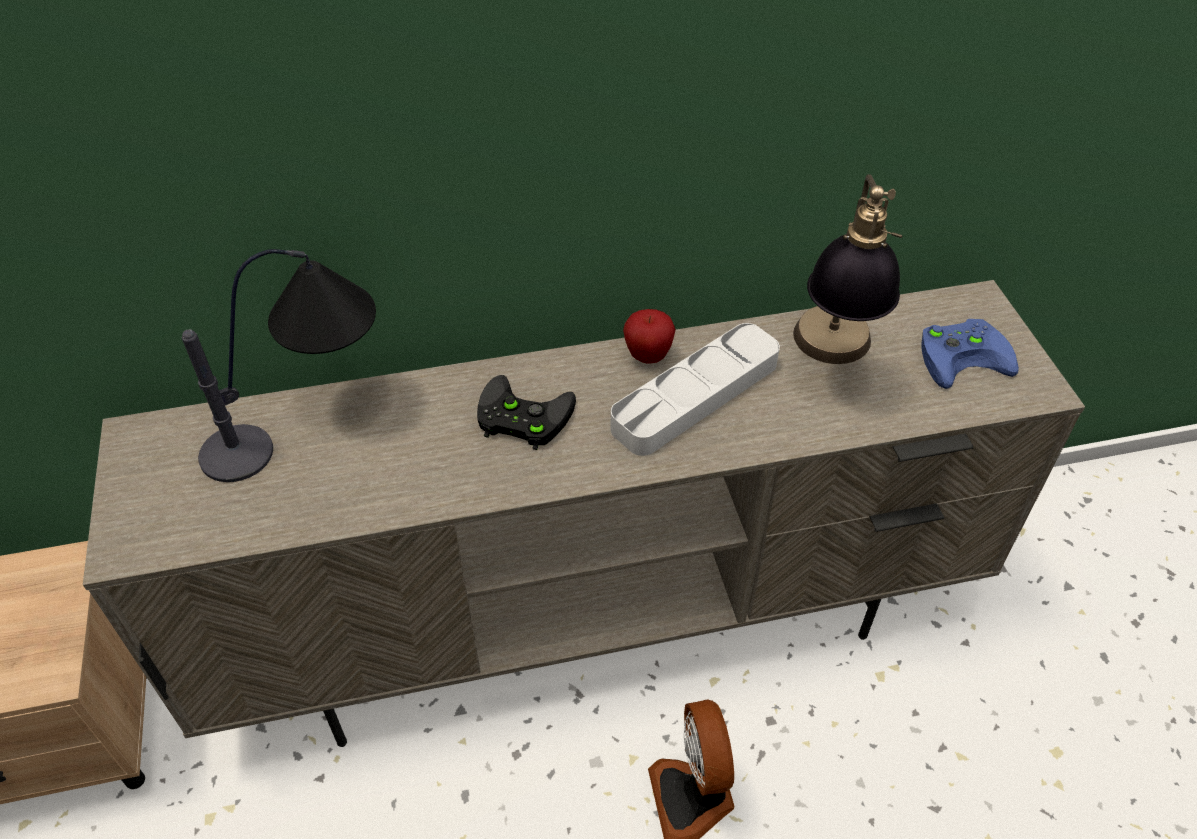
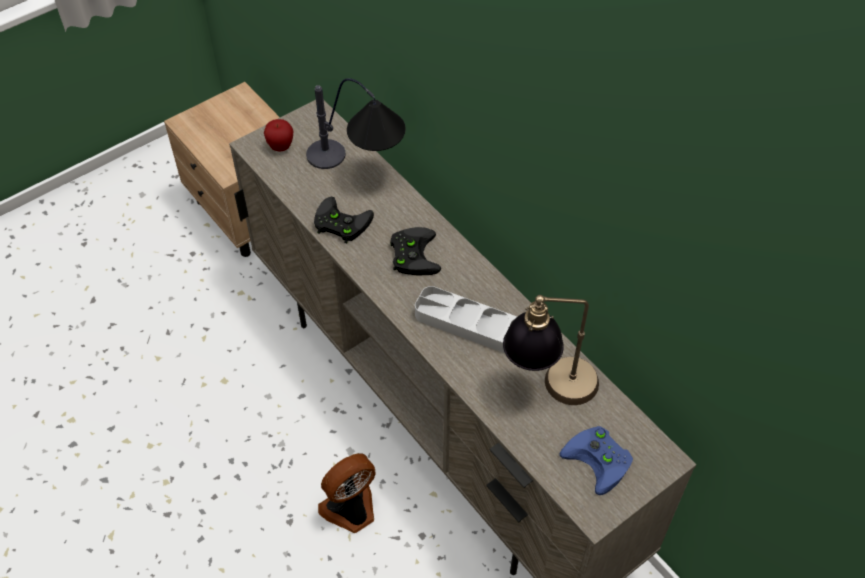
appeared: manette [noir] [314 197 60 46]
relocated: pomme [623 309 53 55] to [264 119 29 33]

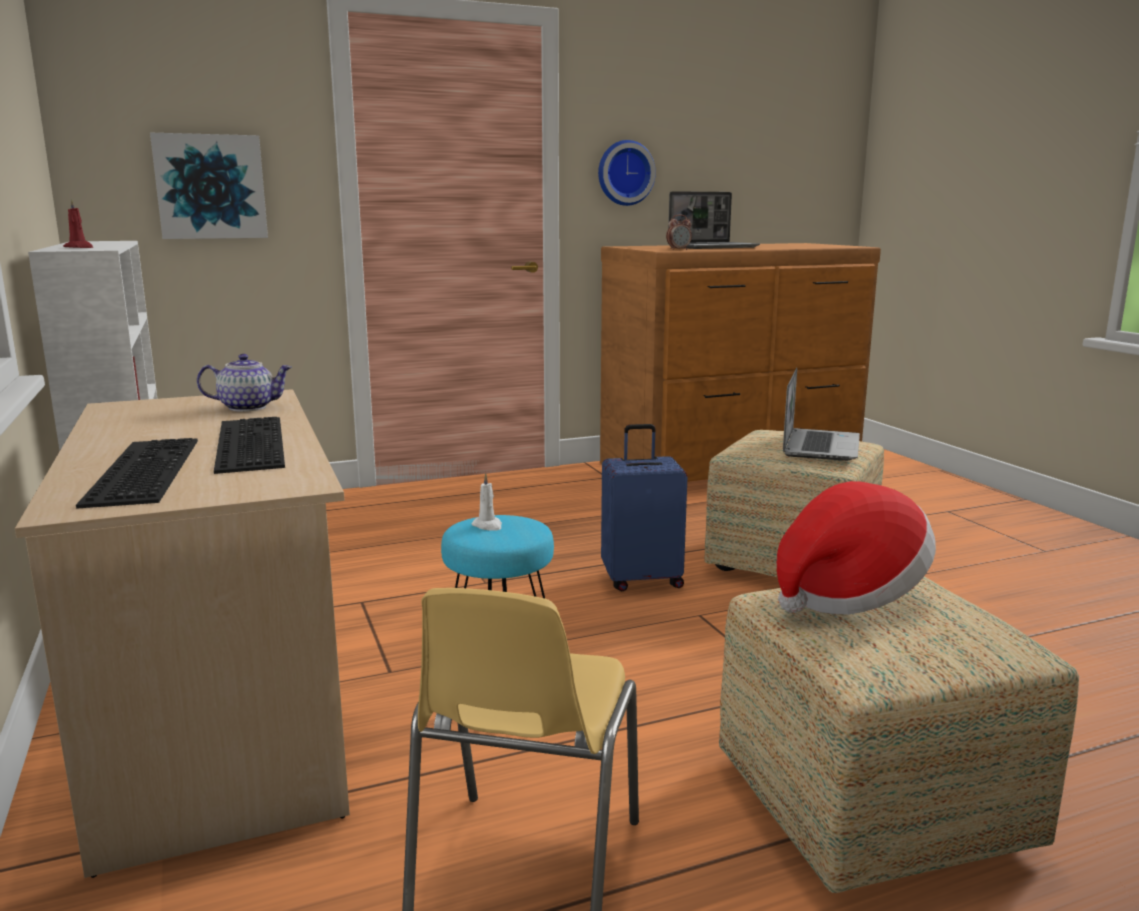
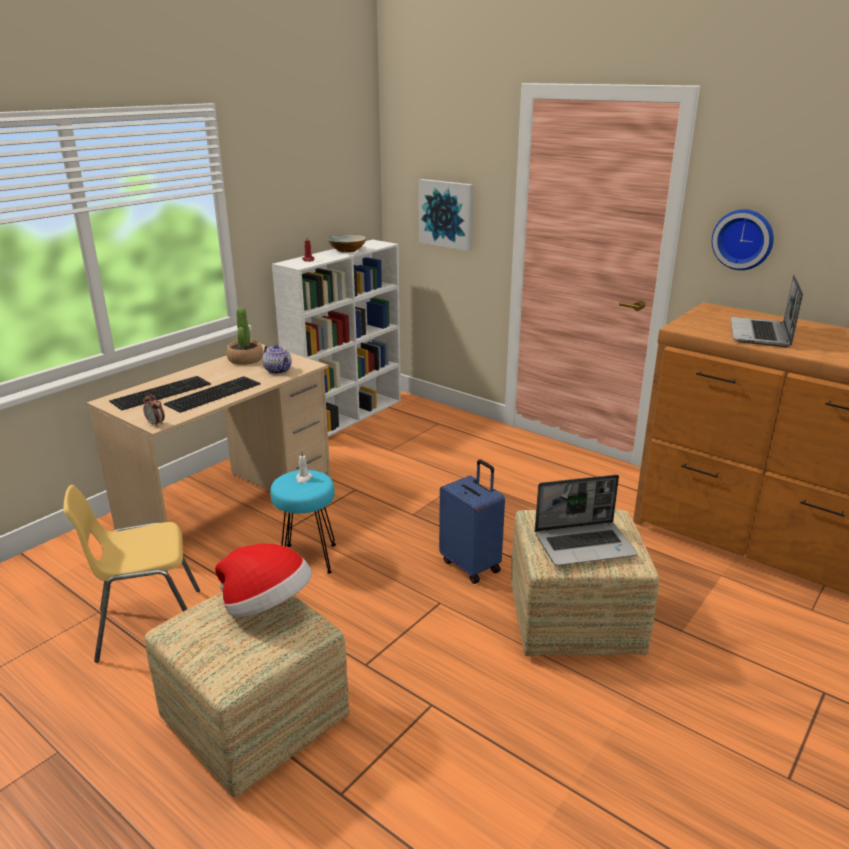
appeared: plante en pot [226 307 37 58]; bol [327 234 40 19]
relocated: réveil [666 215 26 35] to [143 394 22 33]
spun: ordinateur portable [668 191 92 58] = [731 275 72 72] 75 degrees clockwise

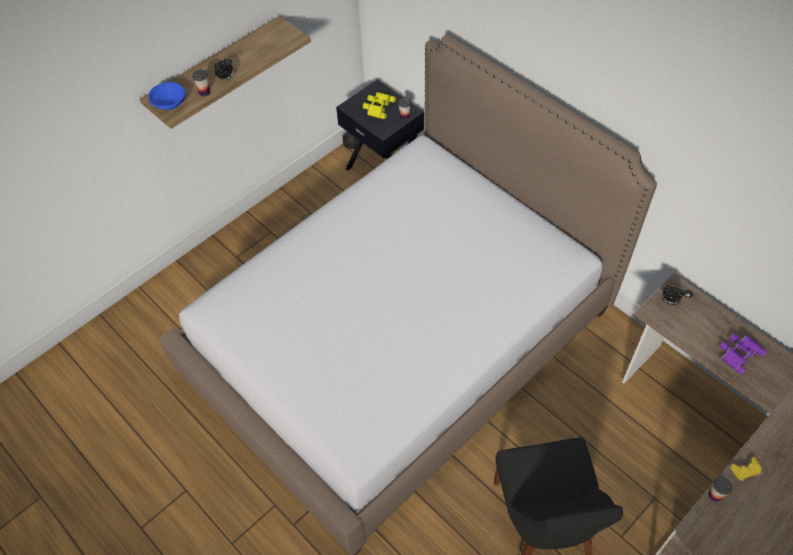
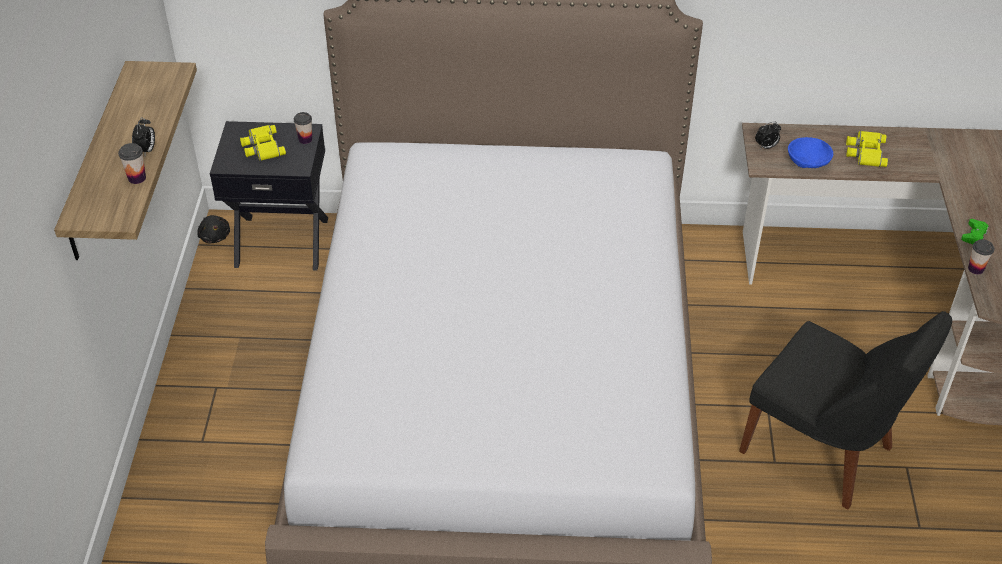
relocated: bol [bleu] [148 82 38 28] to [788 137 45 31]
colour: jumelles [violet] [719 333 48 42] to jumelles [jaune] [846 131 42 36]; manette [jaune] [730 457 31 25] to manette [vert] [961 219 28 25]

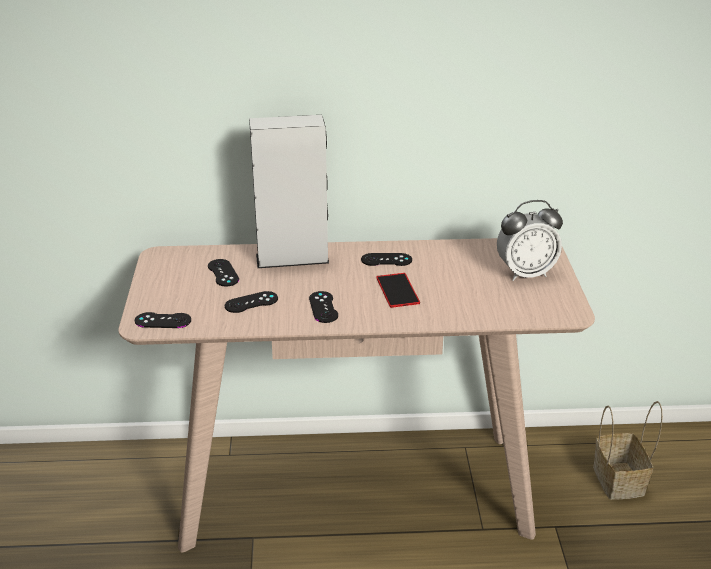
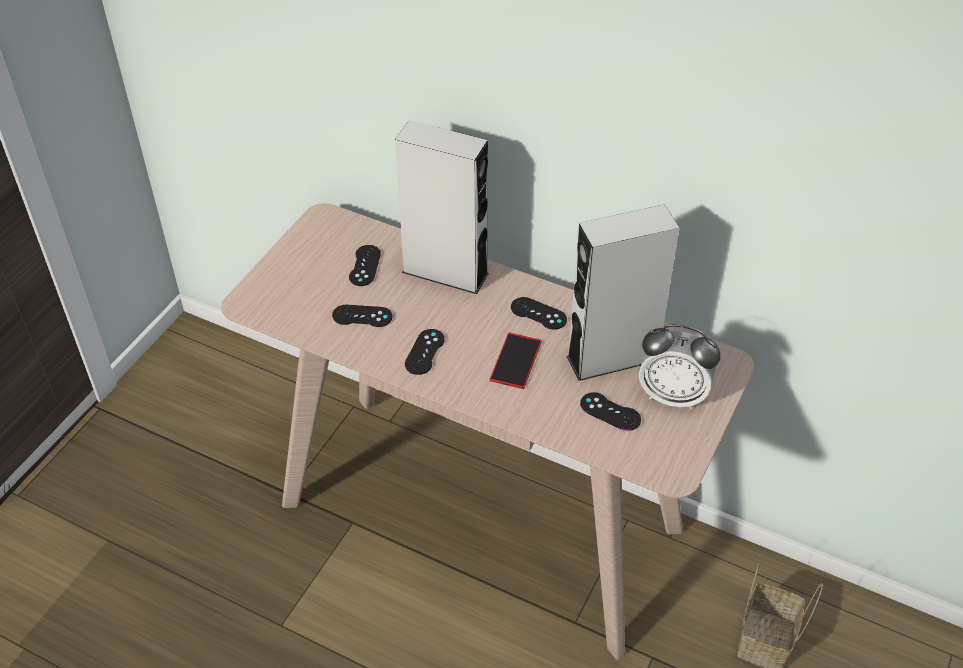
appeared: enceinte [gris] [567 204 113 177]
relocated: manette [noir] [135 312 56 16] to [580 392 61 39]

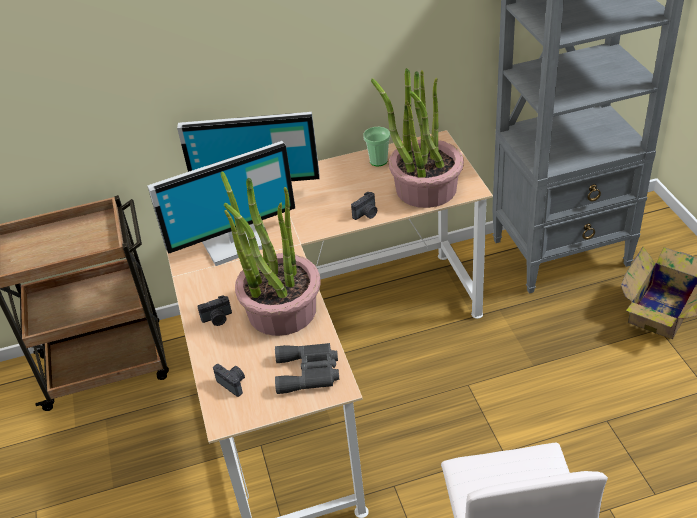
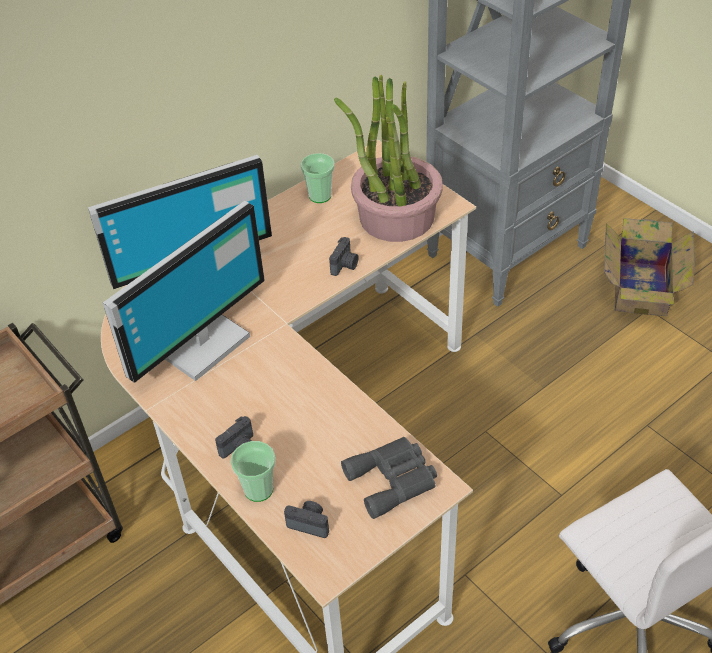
missing: plante en pot [220 171 101 165]
appeared: tasse [231 441 45 61]

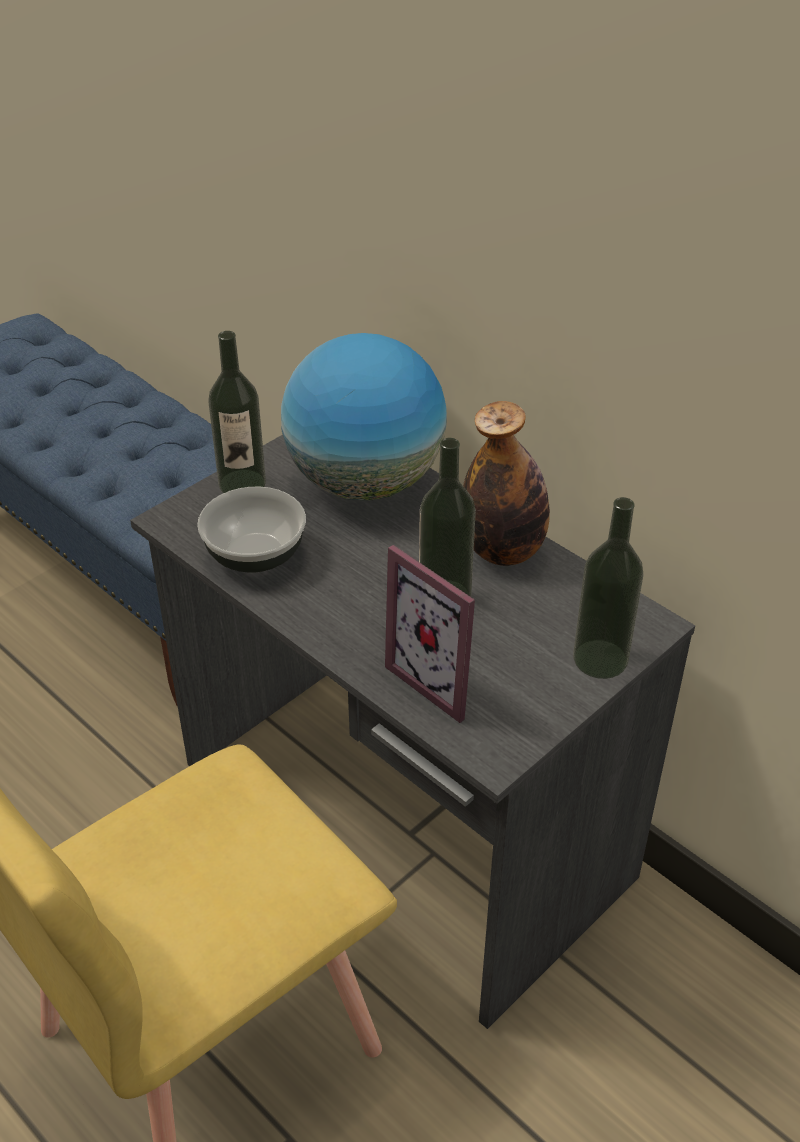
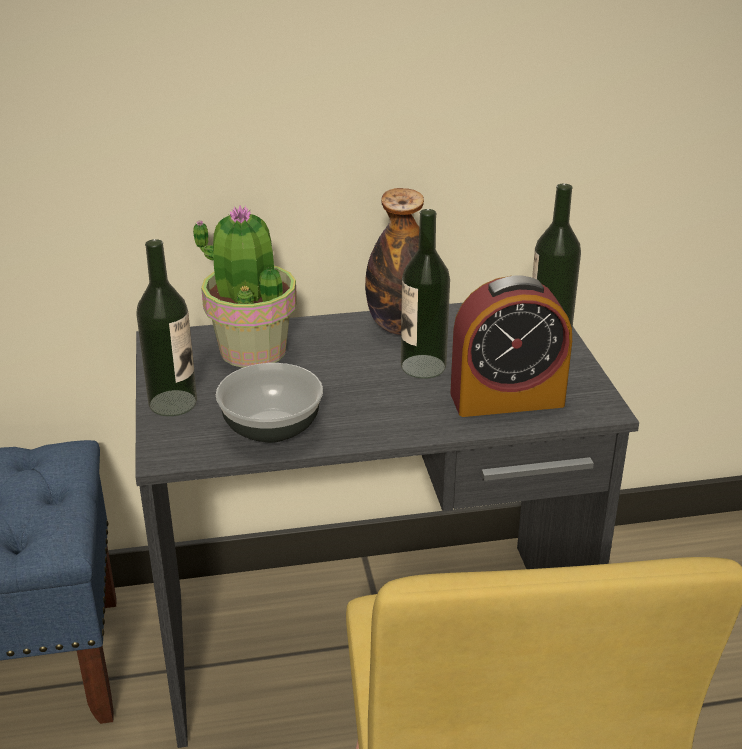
exchanged: globe [281 333 166 168] to plante en pot [193 205 104 163]; cadre photo [385 545 90 178] to réveil [450 275 122 142]

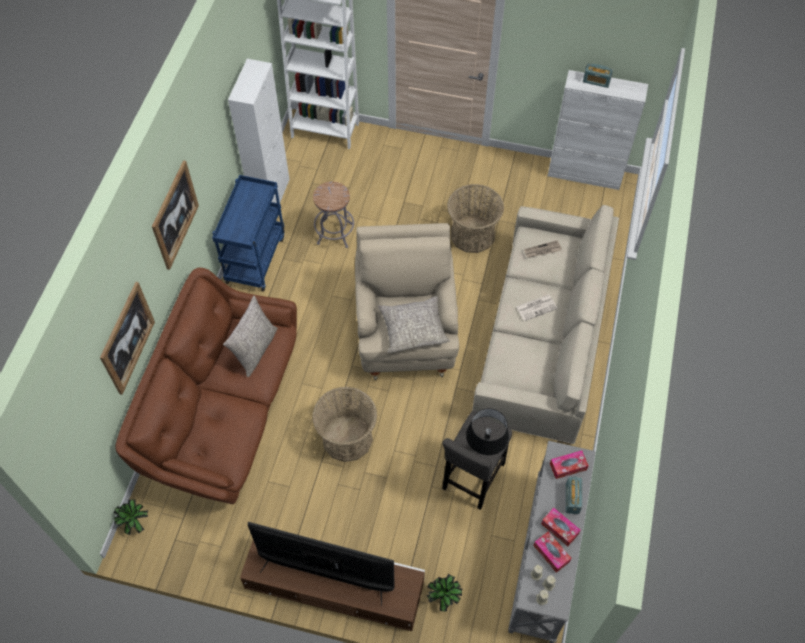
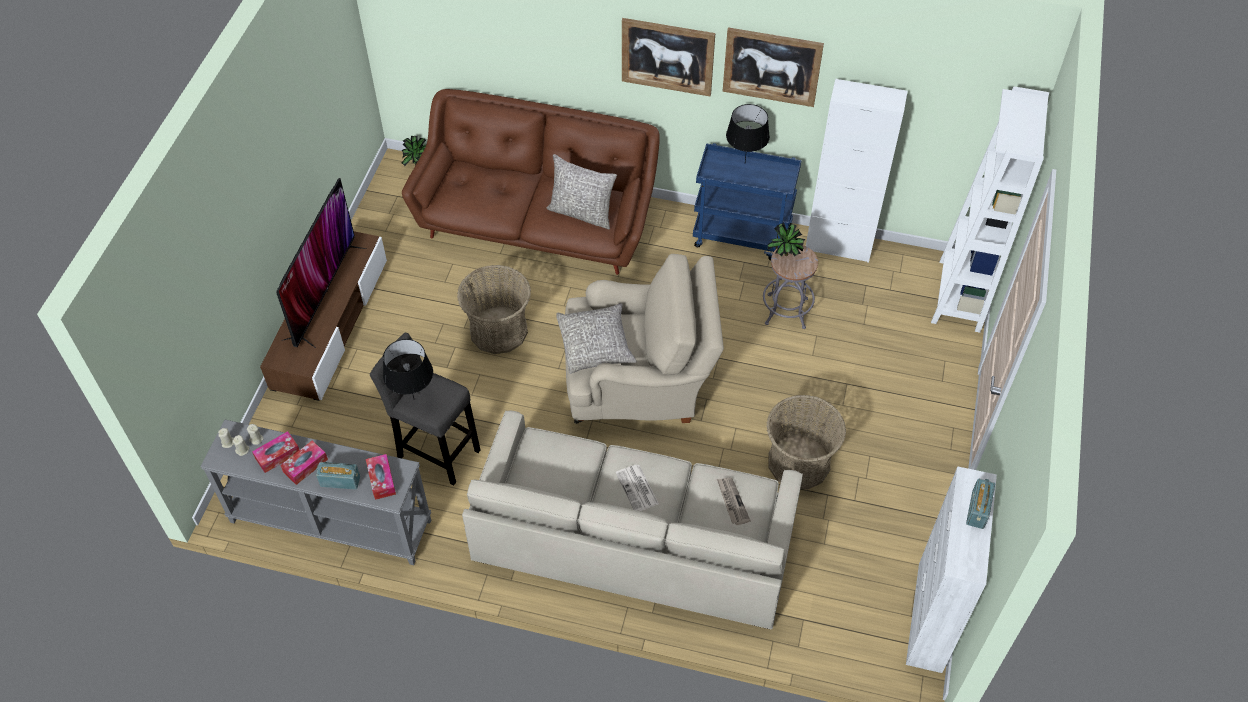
appeared: lampe de table [noir] [726 104 44 57]
relocated: tableau [100 282 55 113] to [722 27 102 80]; plante en pot [427 574 35 37] to [768 222 38 35]

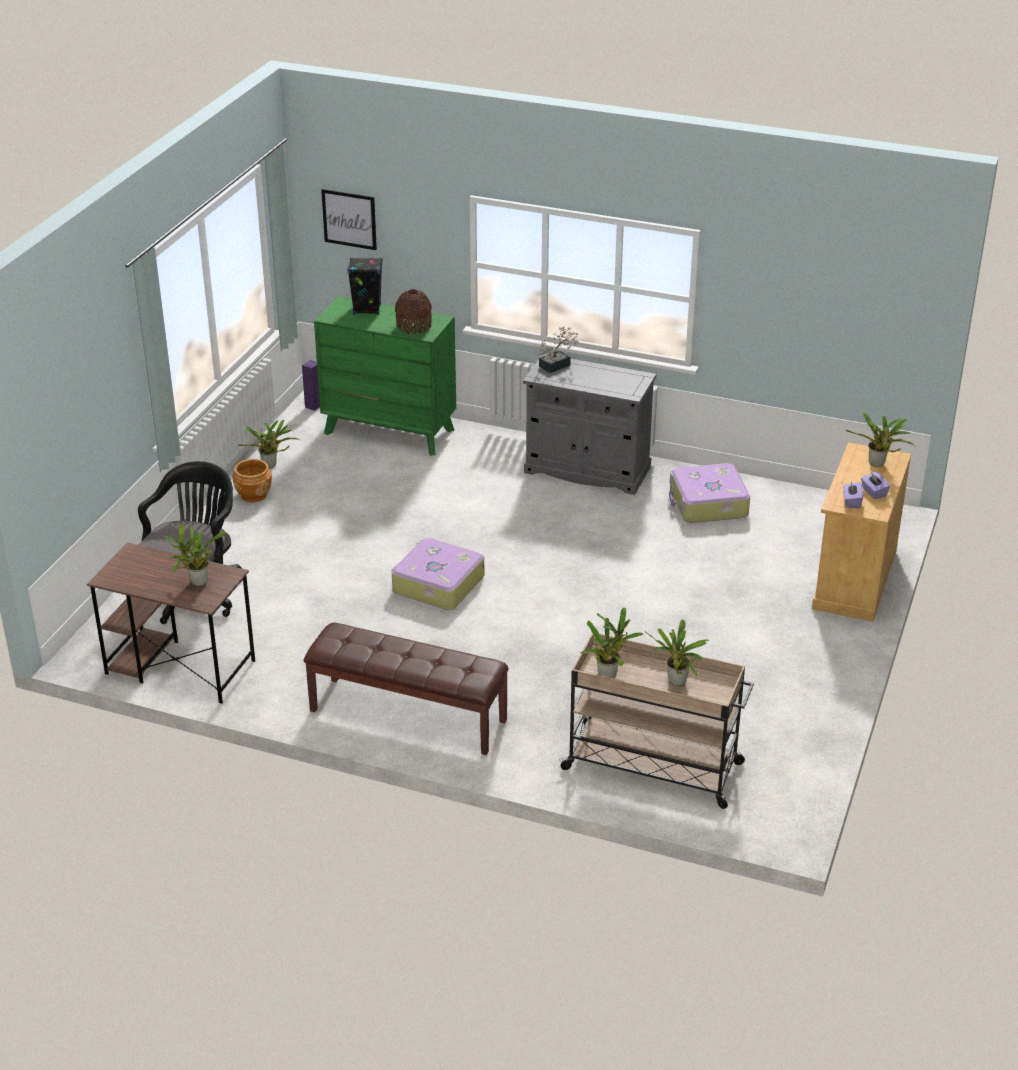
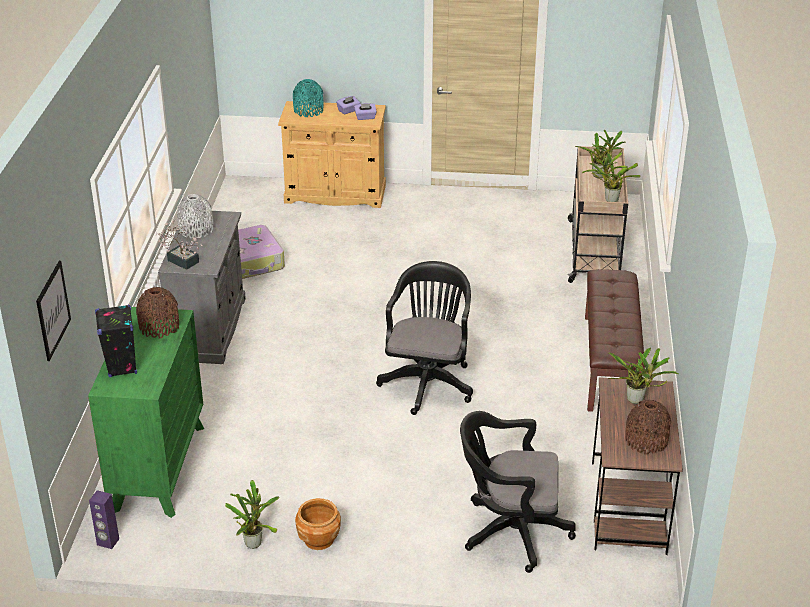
appeared: vase [gris] [177 194 36 44]; vase [marron] [625 400 46 55]
exchanged: valise [392 538 92 72] to chaise de bureau [noir] [376 261 97 154]; plante en pot [846 413 68 54] to vase [turquoise] [293 79 31 38]

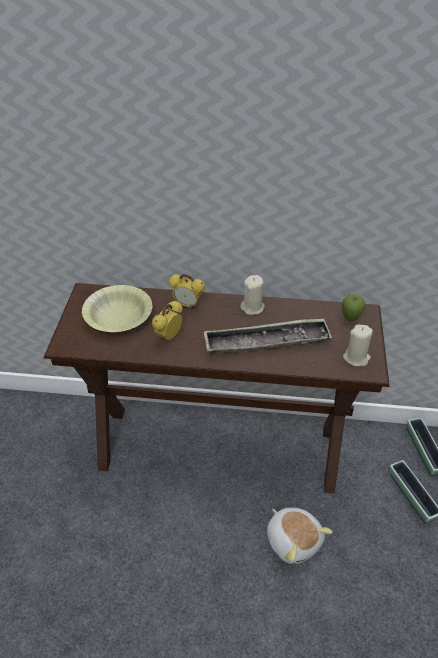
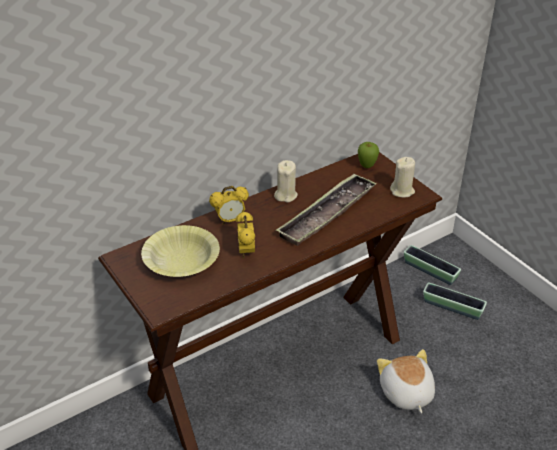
spun: peluche [267 507 66 57] = [377 349 58 64] 120 degrees counterclockwise

